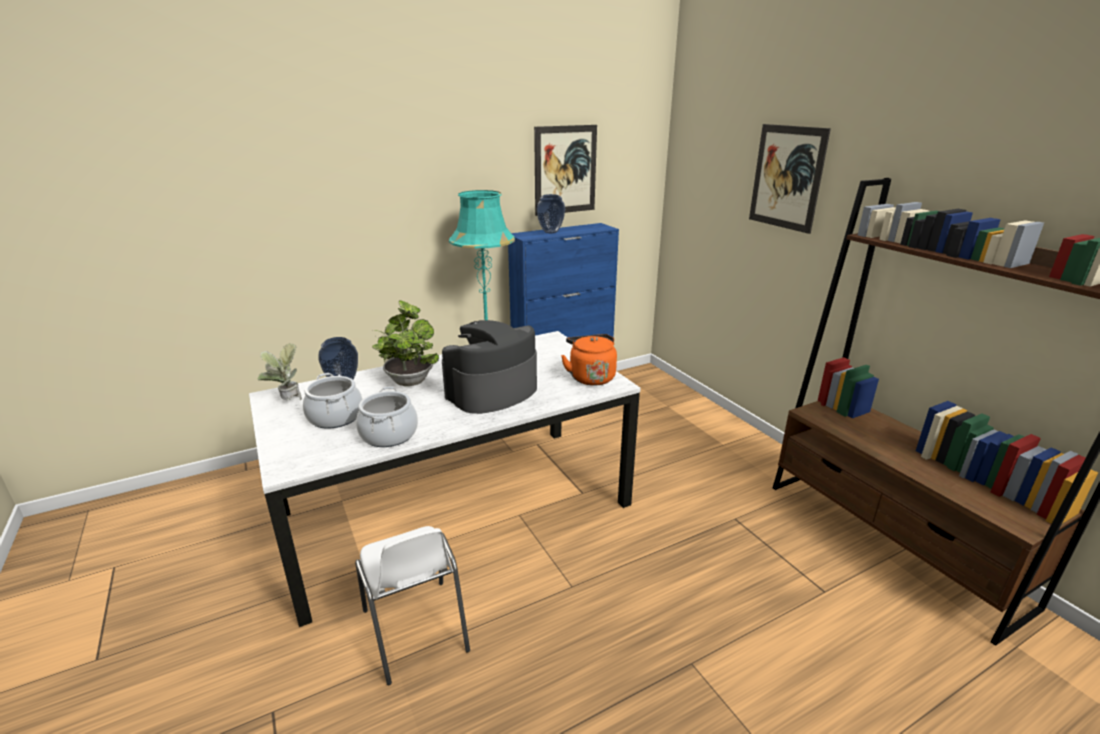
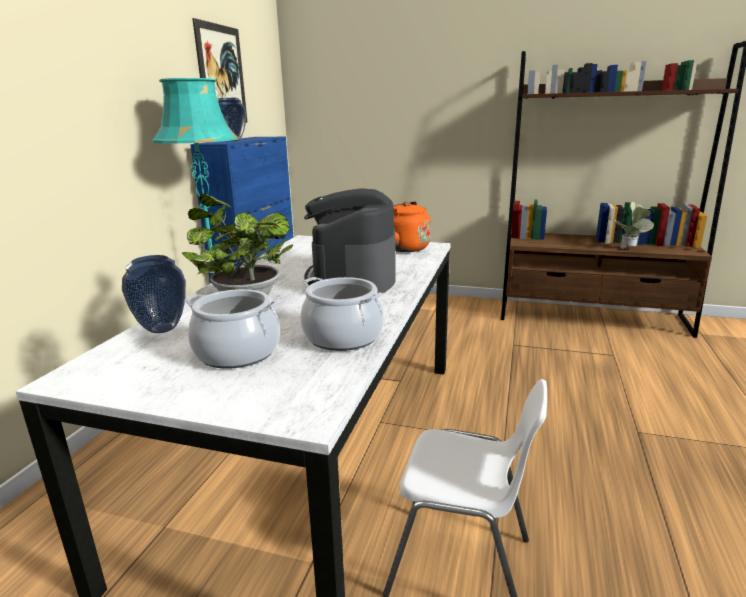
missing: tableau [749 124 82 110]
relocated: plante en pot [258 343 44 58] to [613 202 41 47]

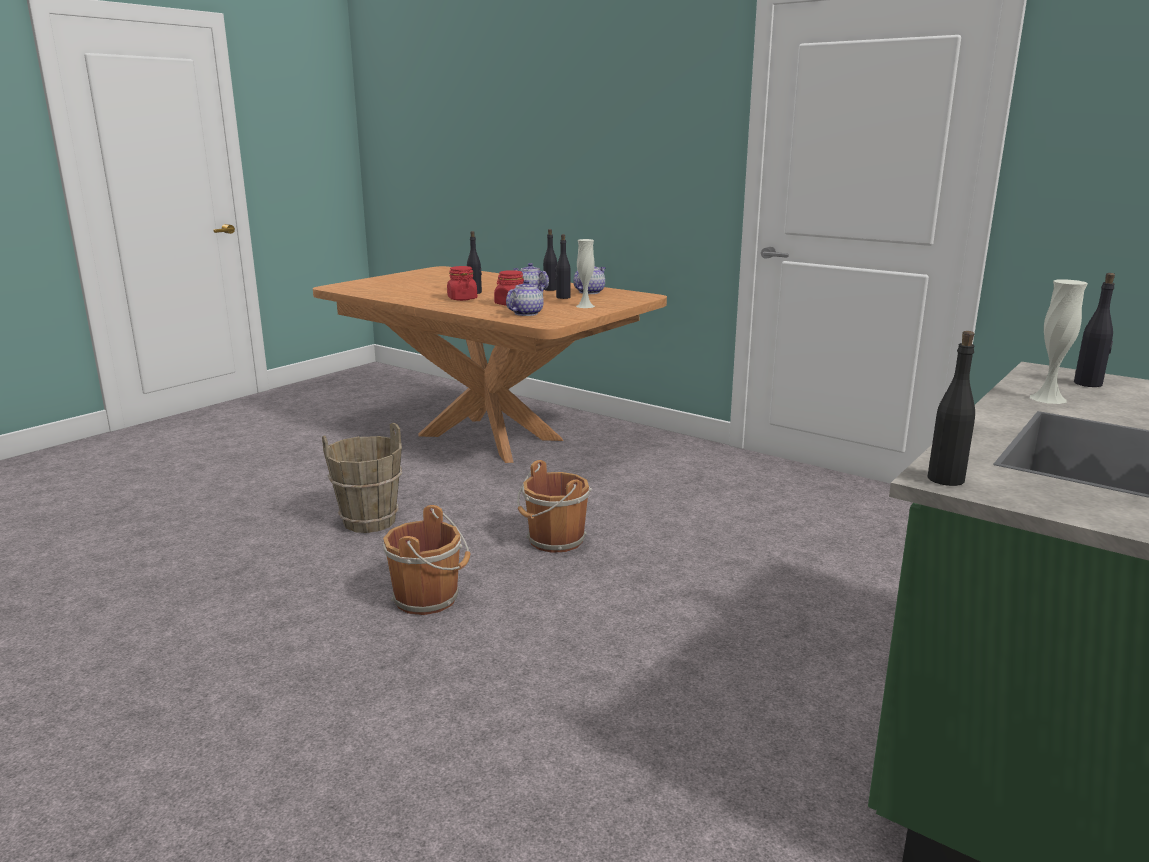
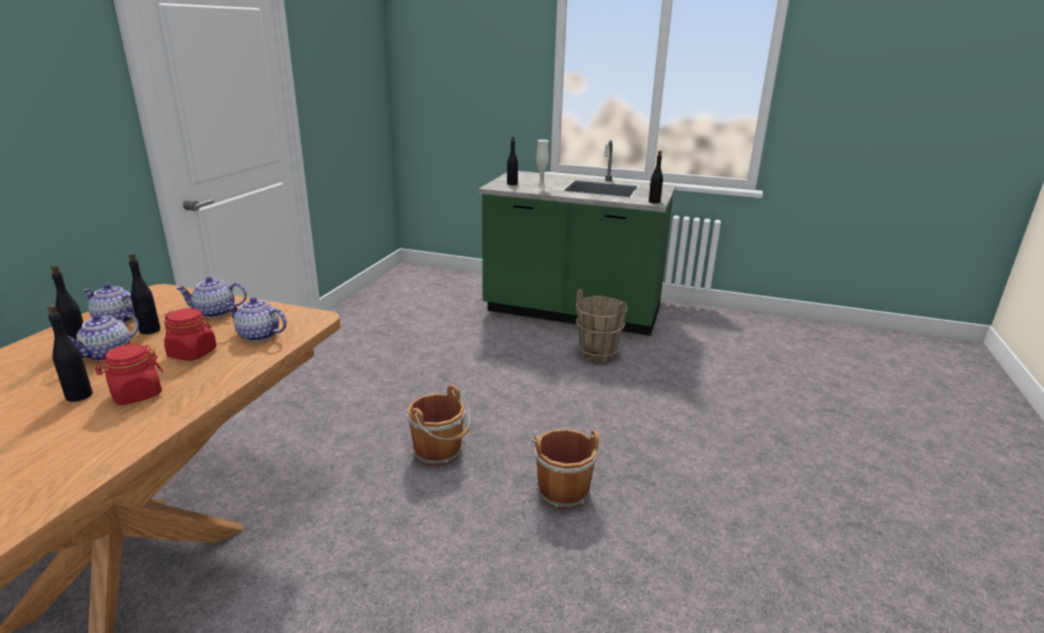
relocated: seau [marron] [322 423 80 110] to [576 289 52 74]
exchanged: vase [blanc] [576 239 19 69] to théière [176 277 71 41]

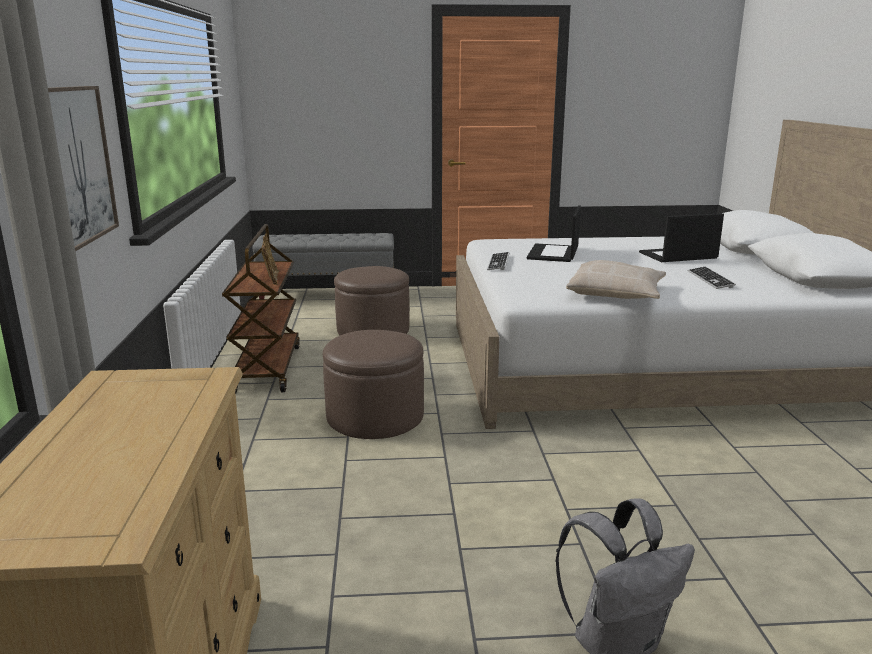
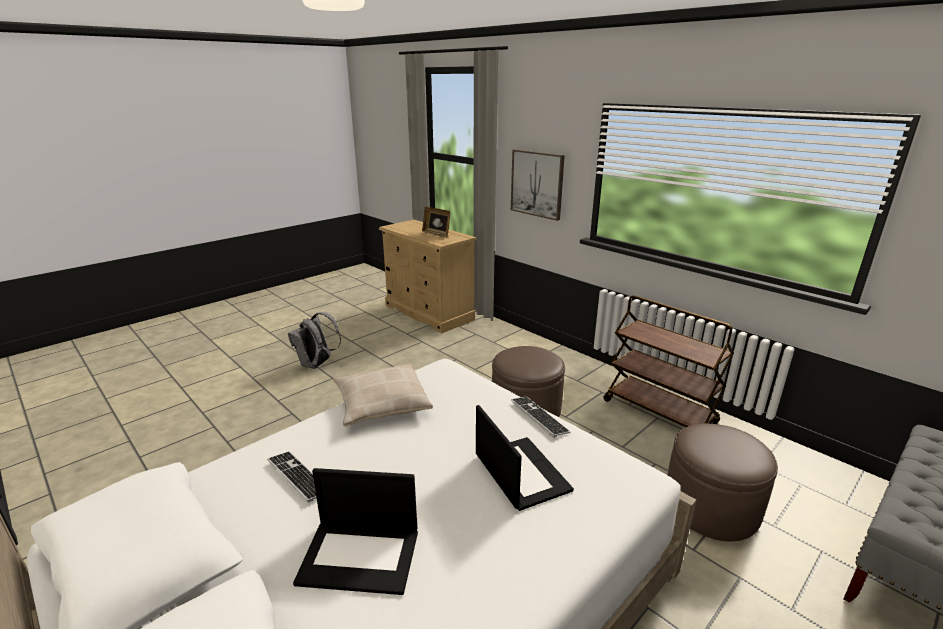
relocated: cadre photo [262 232 17 53] to [422 207 28 31]
spun: ordinateur portable [639 213 85 49] = [293 468 125 127] 60 degrees clockwise

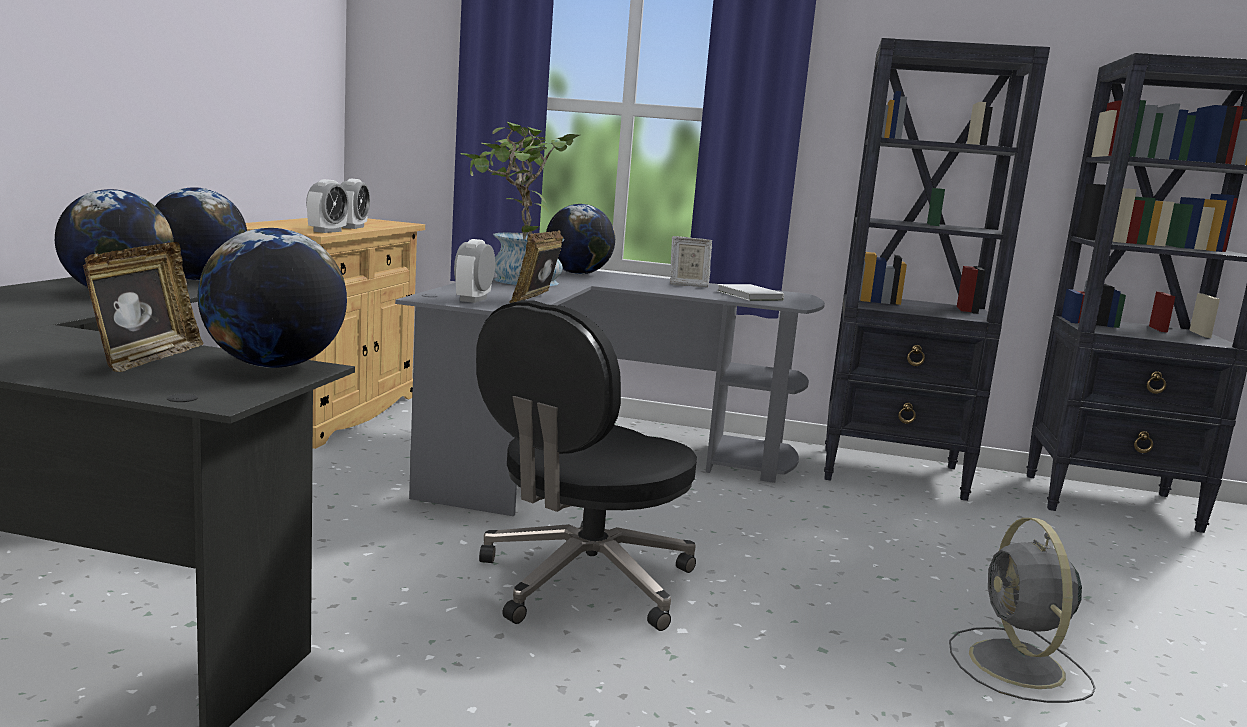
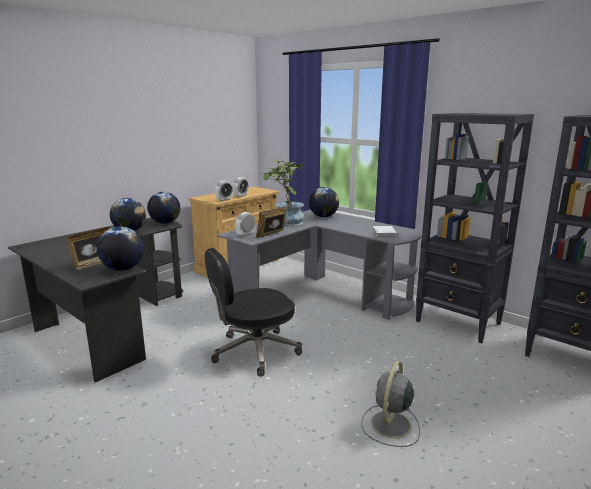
missing: cadre photo [670 236 42 51]

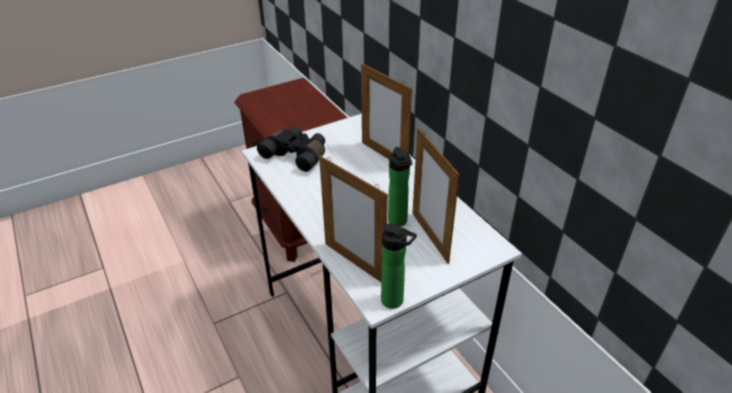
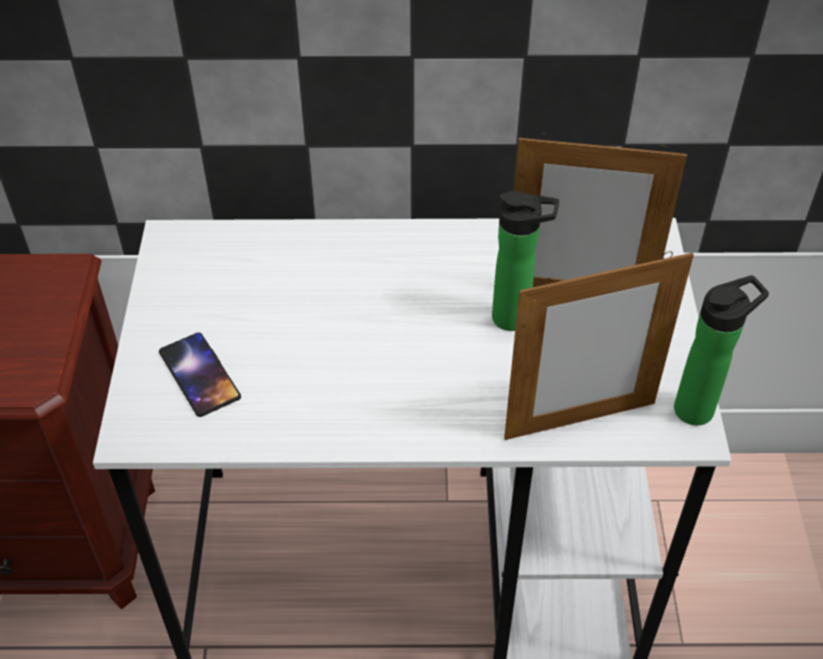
missing: cadre photo [361 63 51 96]
exchanged: jumelles [noir] [257 126 68 46] to téléphone [159 332 82 85]

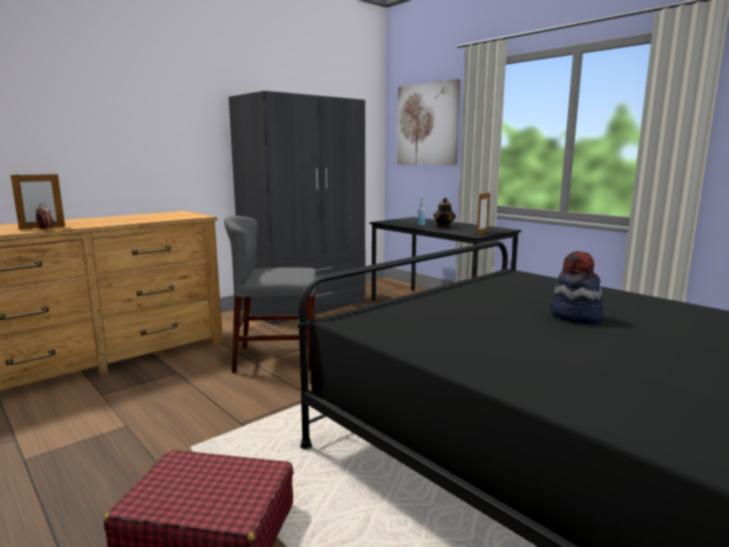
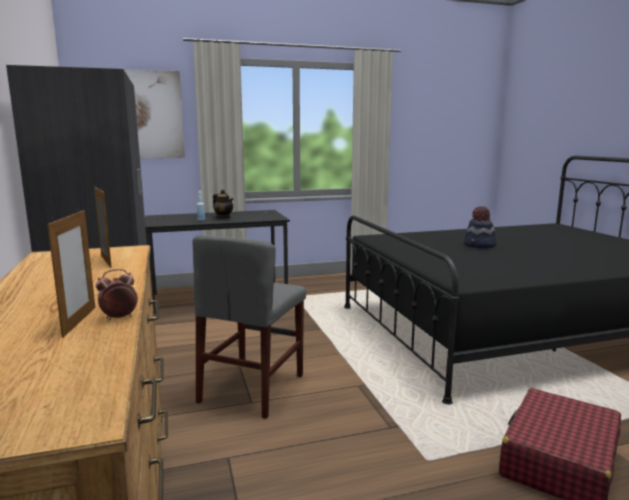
relocated: cadre photo [477 193 13 42] to [94 187 18 81]

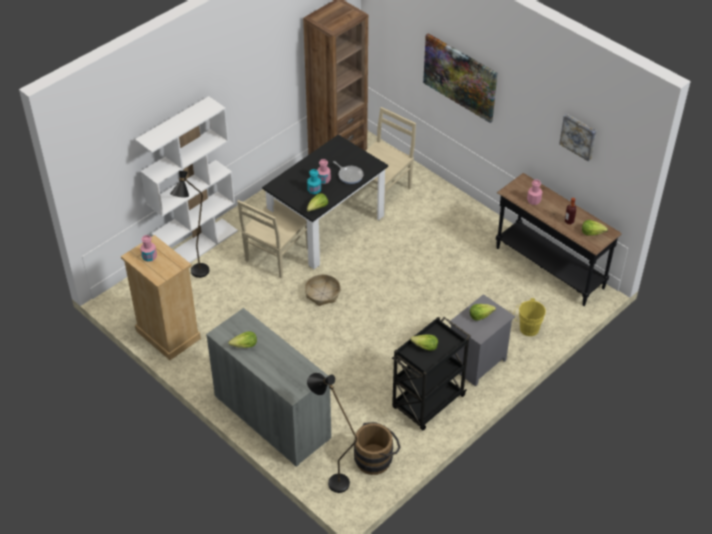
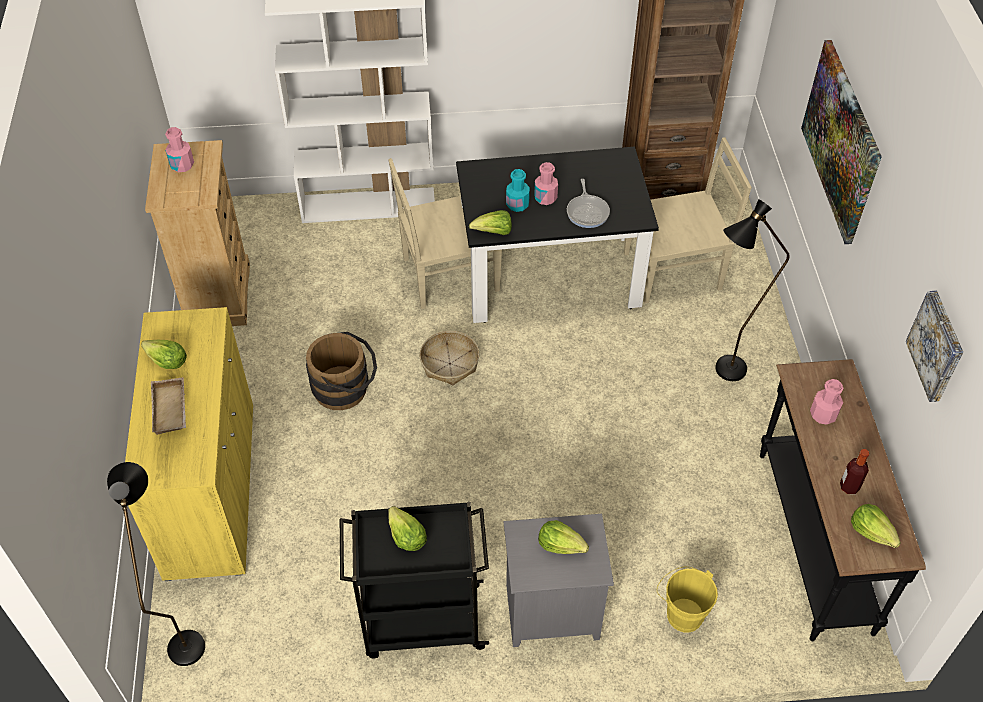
appeared: plateau [beige] [151 377 35 58]
relocated: lampadaire [noir] [170 171 39 107] to [715 199 75 182]; seau [marron] [354 422 47 53] to [306 332 71 78]
colour: meuble de rangement [gris] [206 308 125 159] to meuble de rangement [jaune] [125 307 128 274]

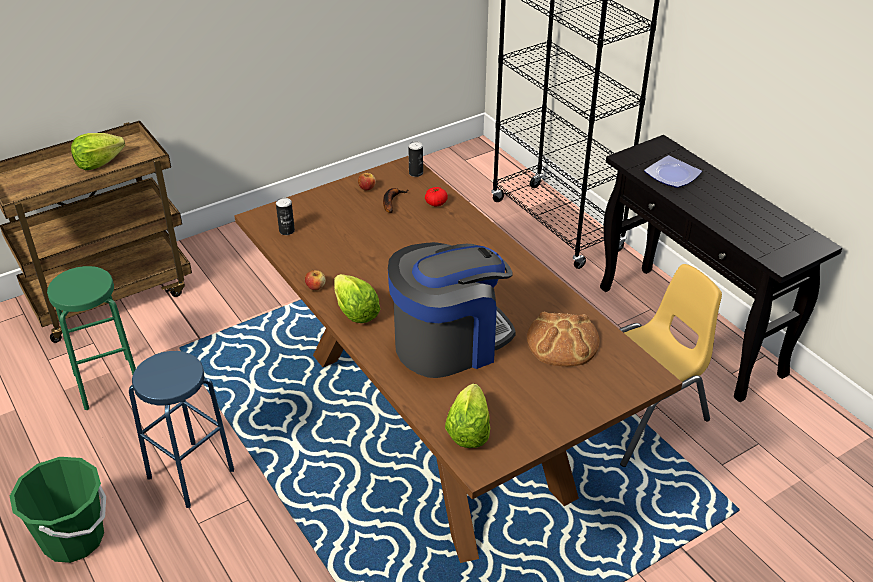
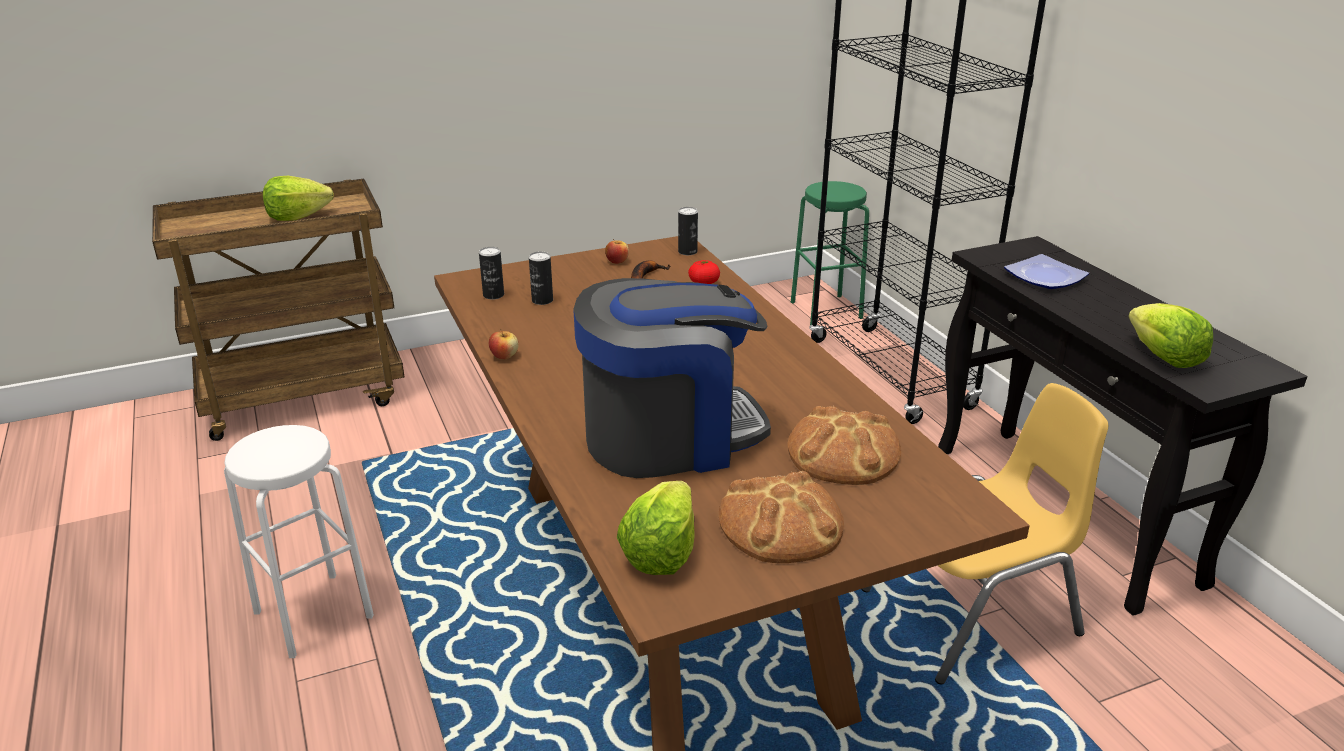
missing: seau [vert] [10 457 96 106]
appeared: boîte métallique [529 252 24 53]; pain [719 471 125 92]
relocated: tabouret [vert] [47 266 89 144] to [791 181 78 144]; laitue [334 274 46 49] to [1128 303 85 65]
colour: tabouret [bleu] [129 351 105 157] to tabouret [blanc] [224 425 150 233]

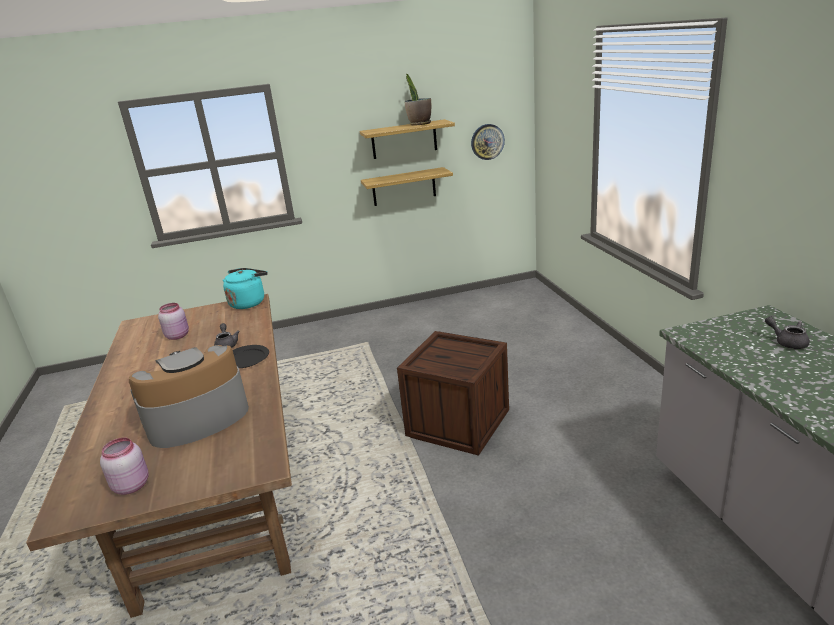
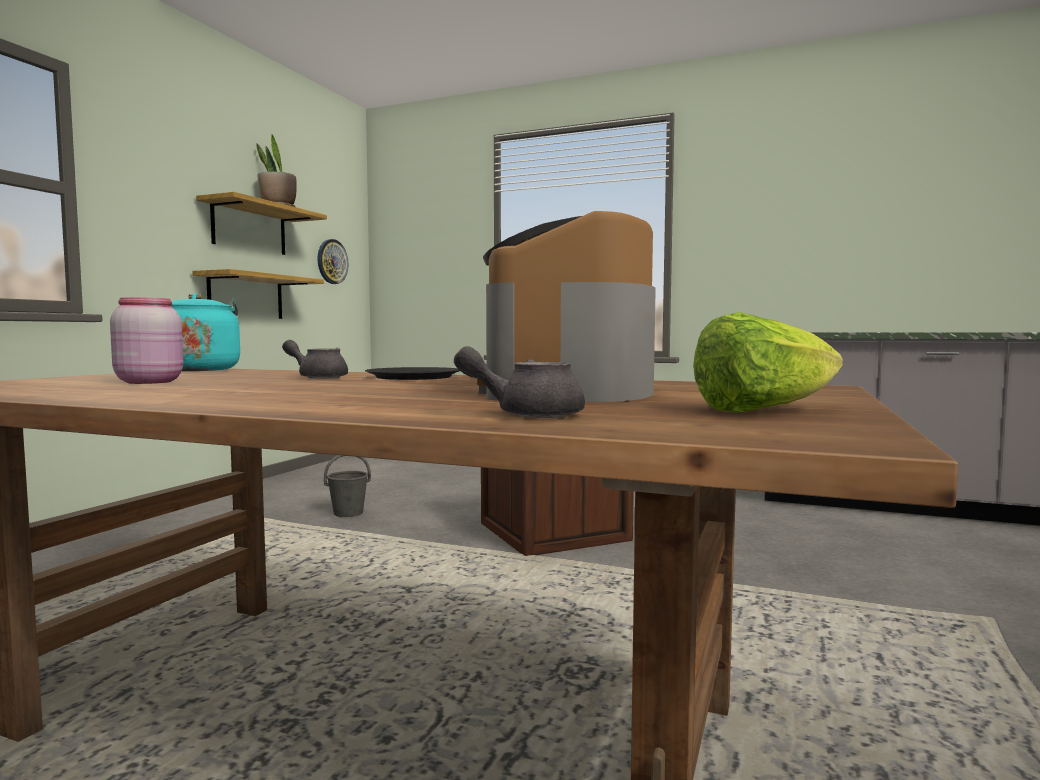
appeared: seau [gris] [324 455 47 62]
relocated: théière [gris] [765 316 45 33] to [454 346 131 72]
exchanged: bocal [rose] [100 438 49 57] to laitue [693 312 150 101]

